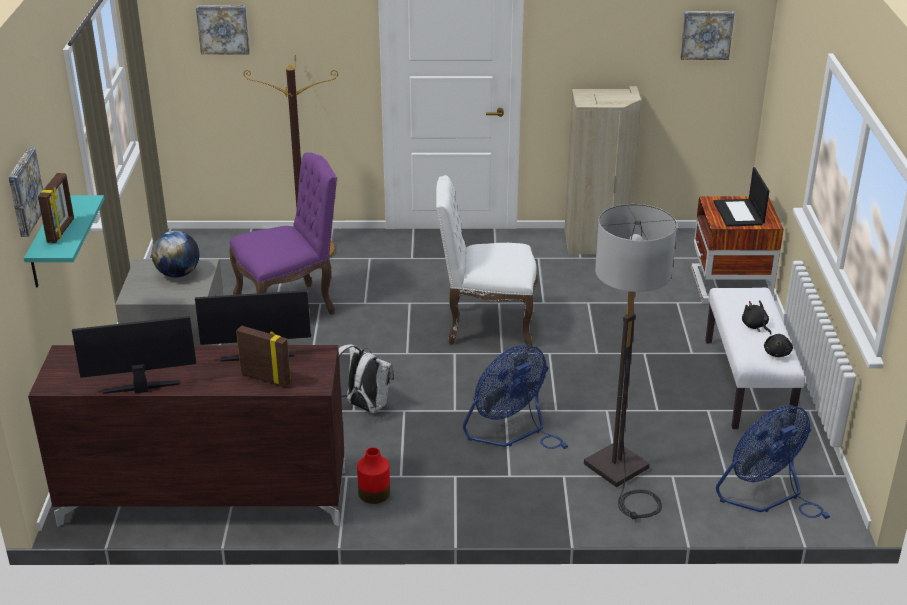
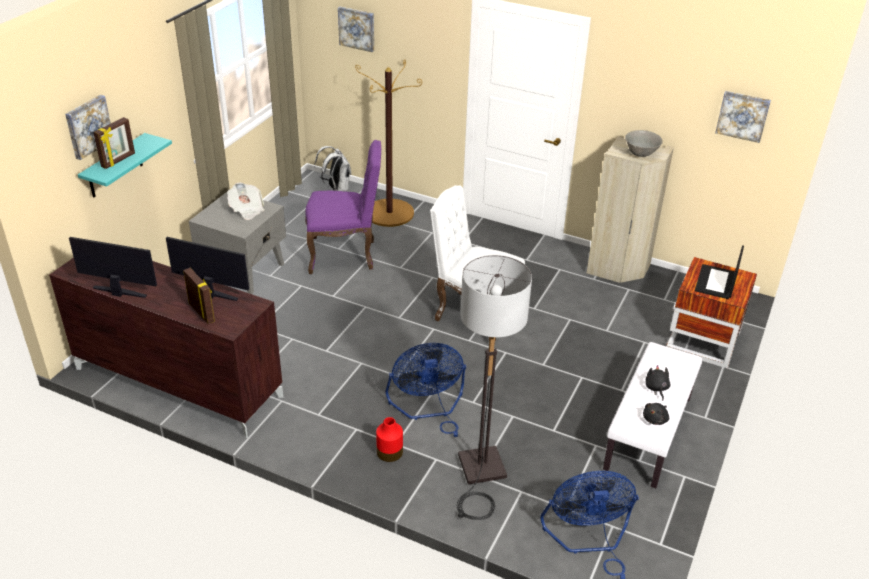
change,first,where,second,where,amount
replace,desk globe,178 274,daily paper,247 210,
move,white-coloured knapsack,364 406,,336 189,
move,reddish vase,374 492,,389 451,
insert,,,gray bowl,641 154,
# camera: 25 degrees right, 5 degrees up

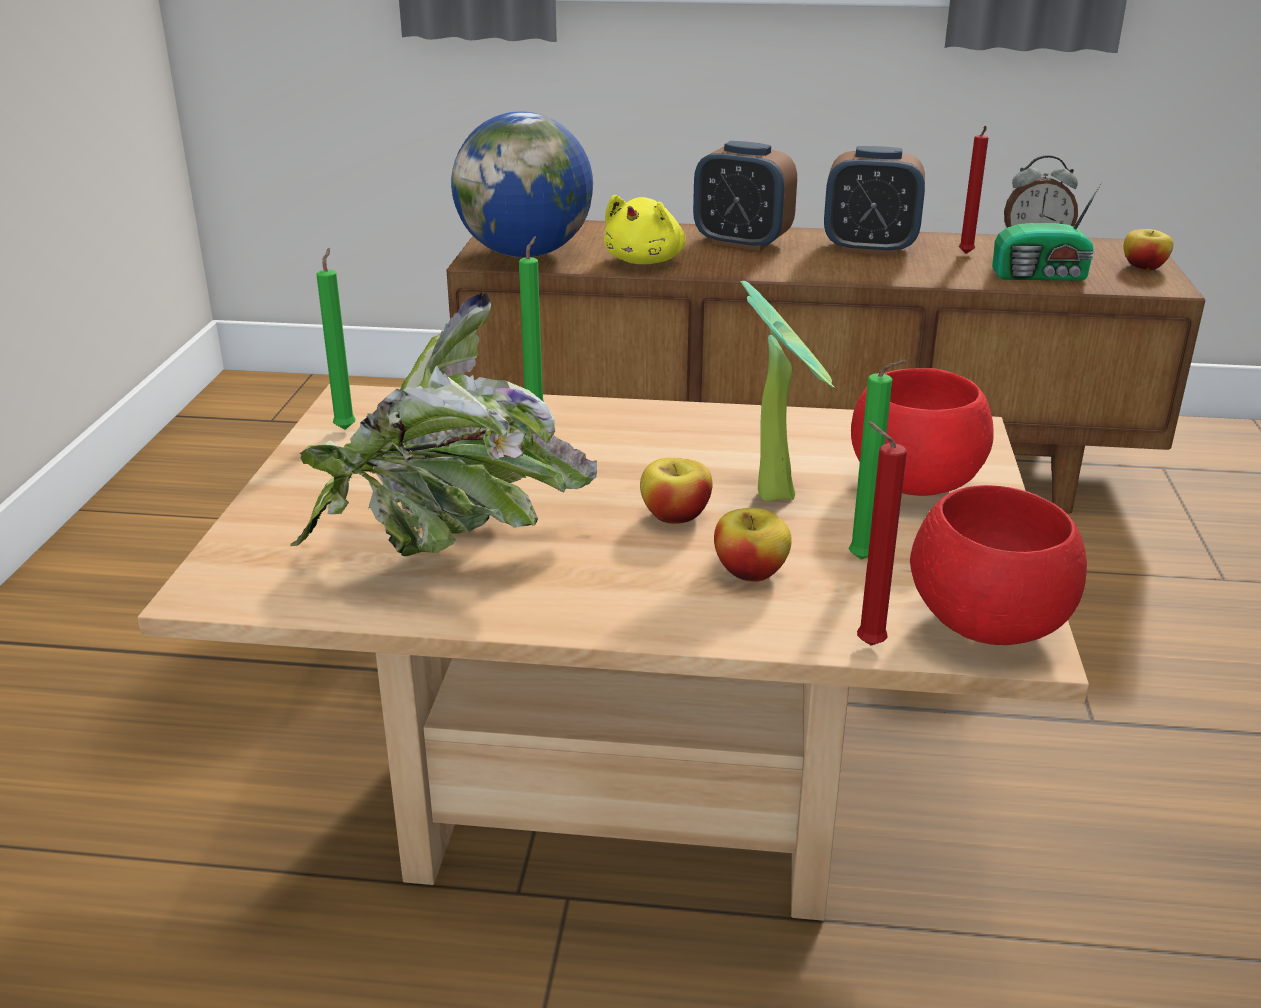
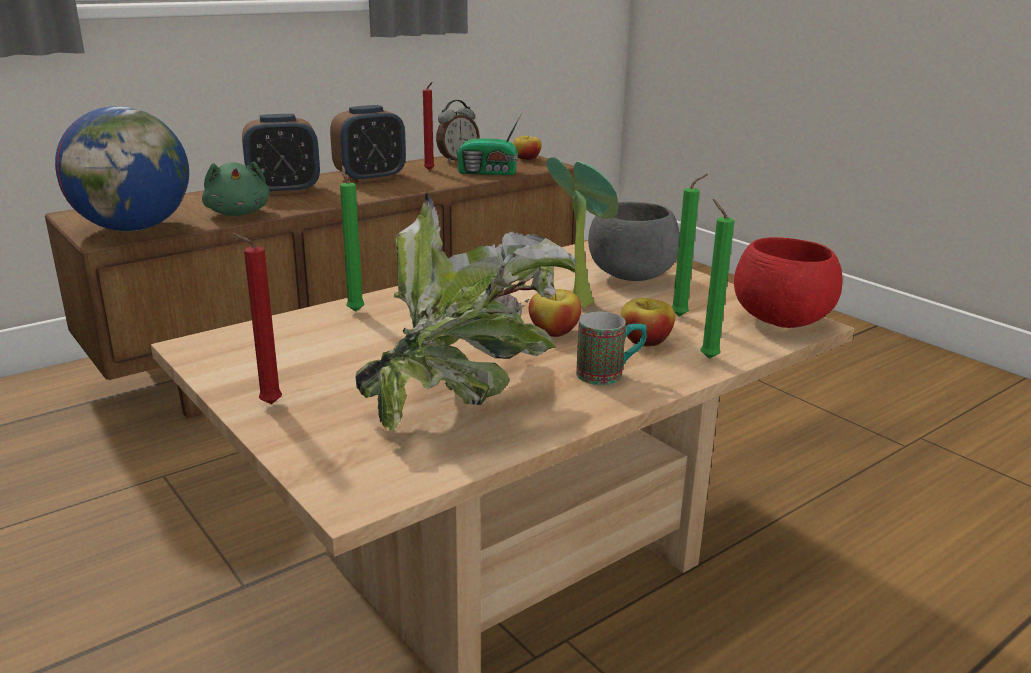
change,first,where,second,where,amount
move,green-coloured wax light,346 428,,706 357,
recolor,yellow cuddly toy,646 261,green-coloured cuddly toy,238 213,
recolor,reddish bowl,916 484,gray bowl,631 276,
move,reddish wax light,865 644,,267 405,
rotate,radio set,1042 276,,489 172,45 degrees clockwise
insert,,,mug,609 375,
# camera: 45 degrees left, 5 degrees down

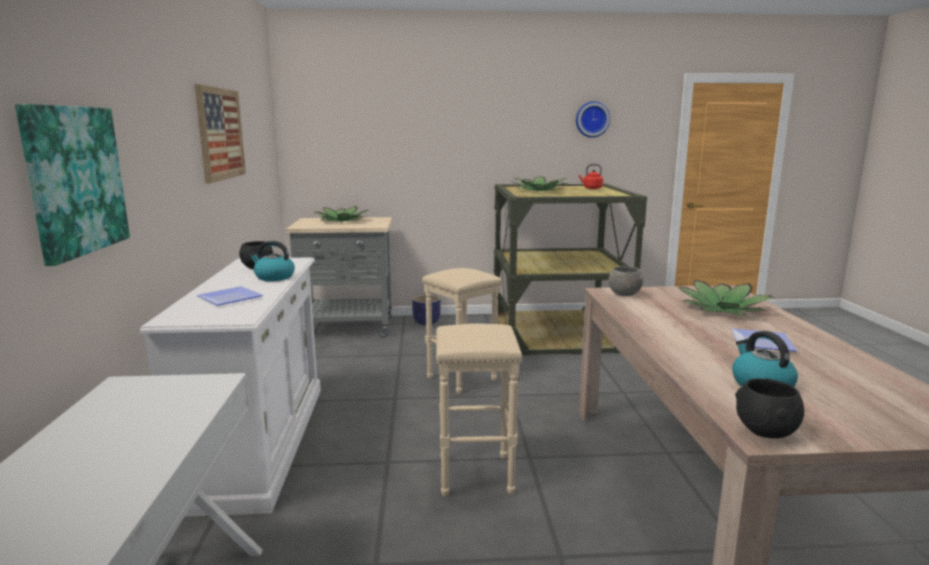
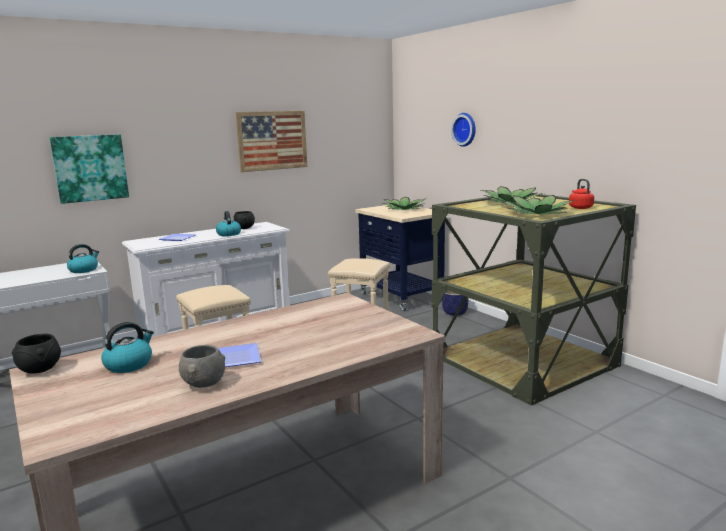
change,first,where,second,where,amount
recolor,gray trolley,347 328,blue trolley,401 298,
move,wall clock,592 119,,465 129,
move,gray bowl,625 295,,203 385,
move,plant in a pot,723 309,,537 214,
insert,,,tea kettle,84 270,
# camera: 60 degrees right, 0 degrees up

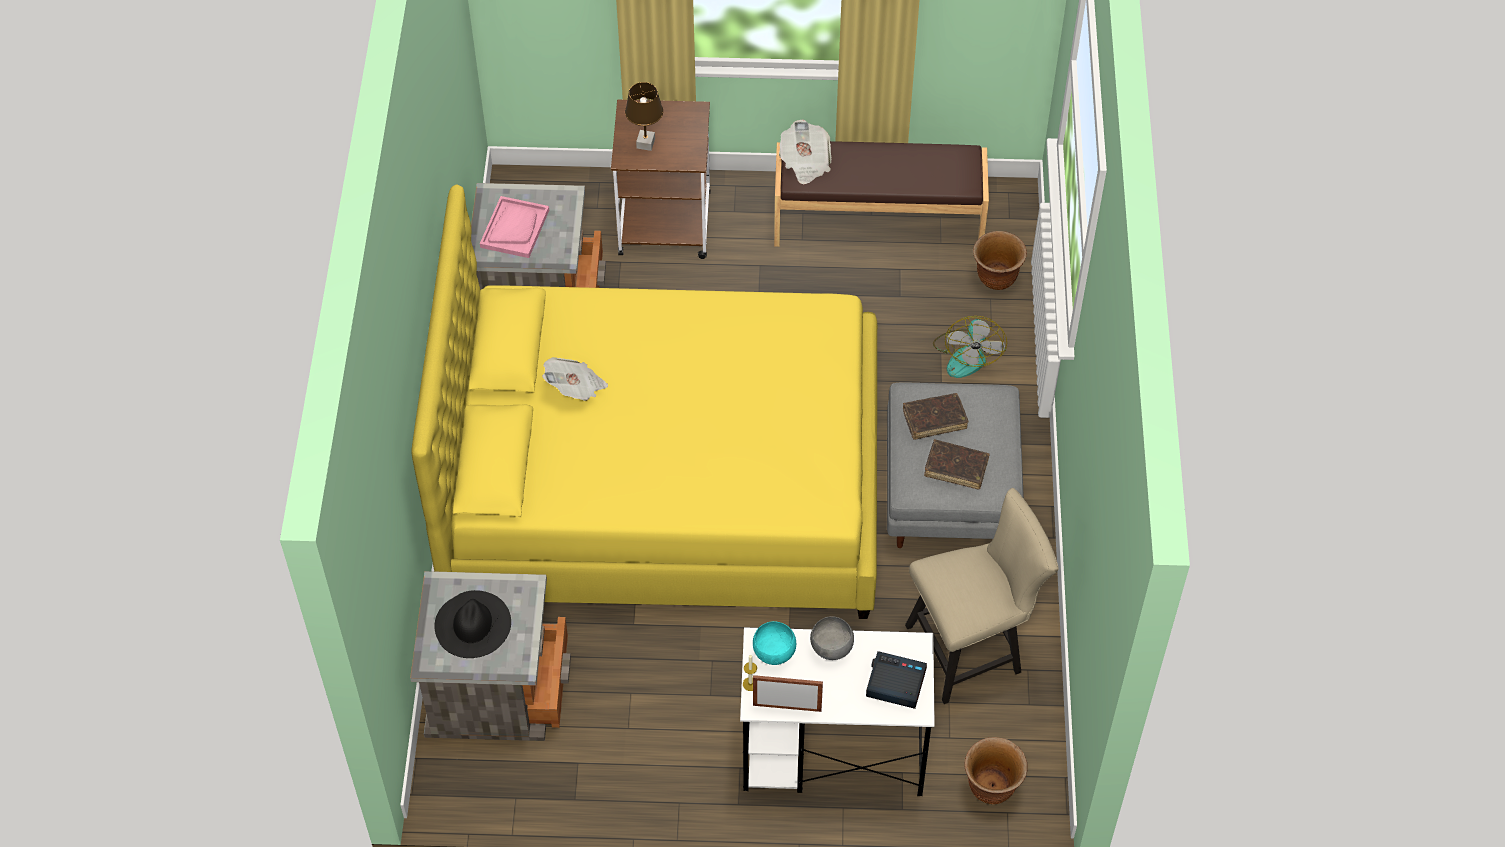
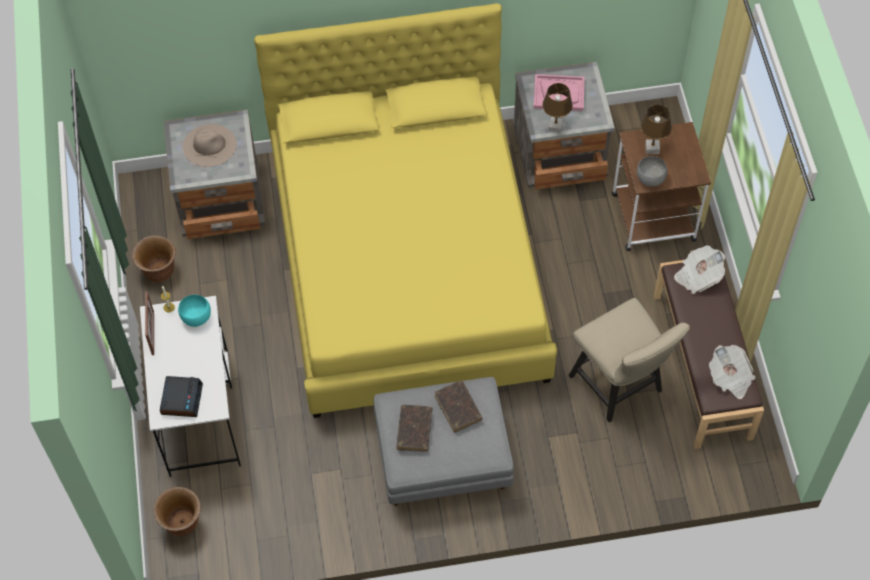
change,first,where,second,where,amount
recolor,black-coloured hat,472 624,beige hat,209 145,
move,daily paper,576 388,,730 378,
move,gray bowl,831 649,,649 179,
move,beige upright chair,972 648,,620 387,
delete,fan,967 354,,,
move,brownish plant pot,996 279,,159 271,
insert,,,brownish tabletop lamp,555 127,
# camera: 80 degrees right, 5 degrees up

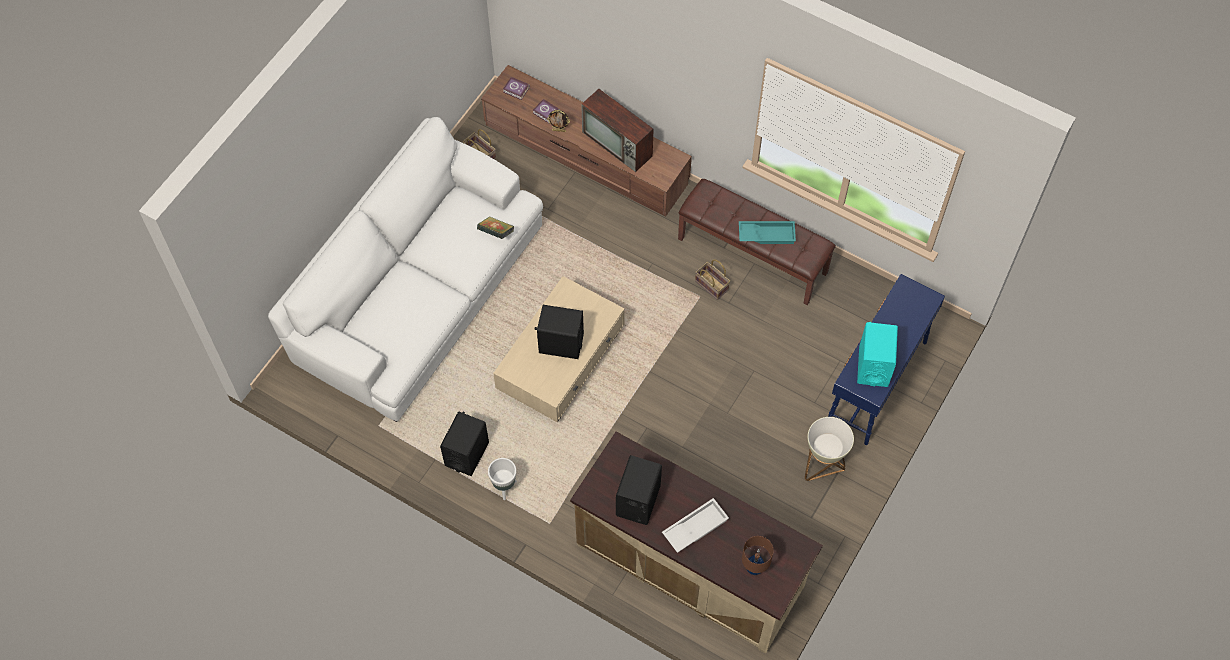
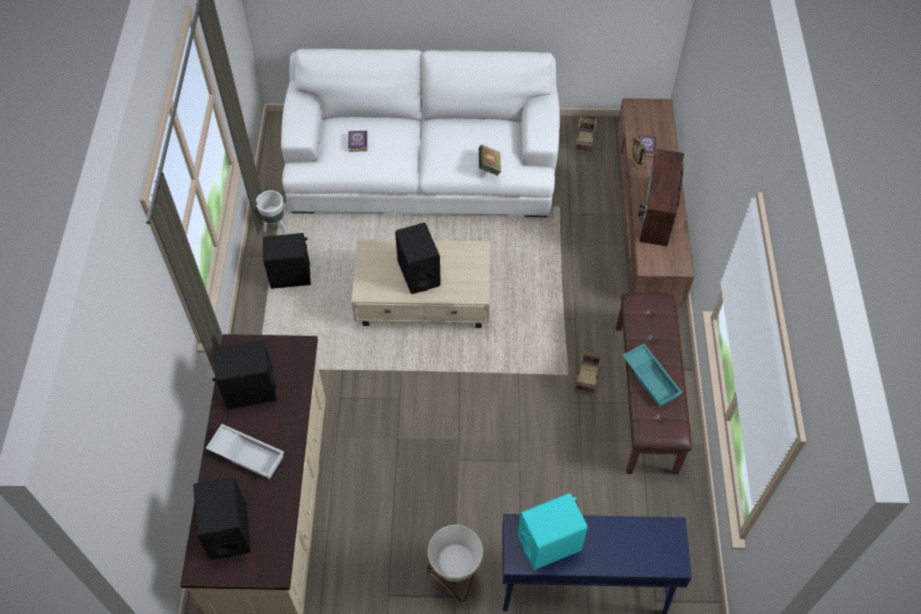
change,first,where,second,where,amount
move,white-coloured plant pot,504 487,,275 226,
move,book,516 90,,357 143,
replace,brownish tabletop lamp,754 567,black-coloured speaker,228 530,
# camera: 60 degrees right, 5 degrees down

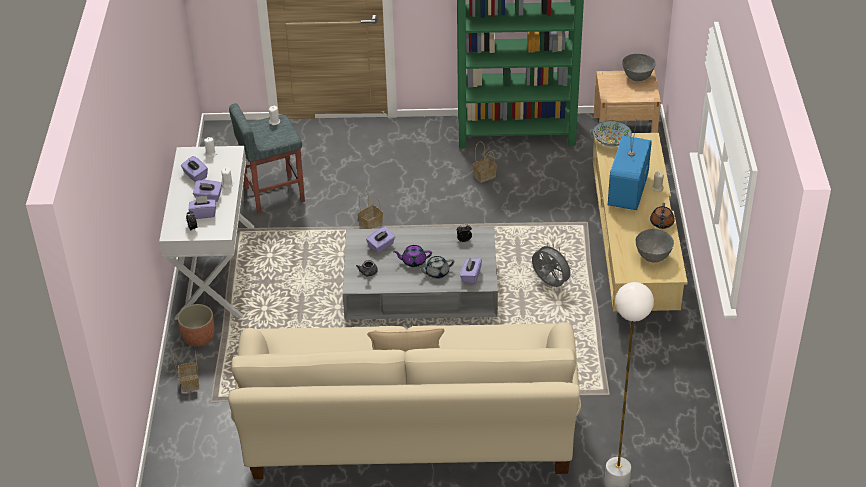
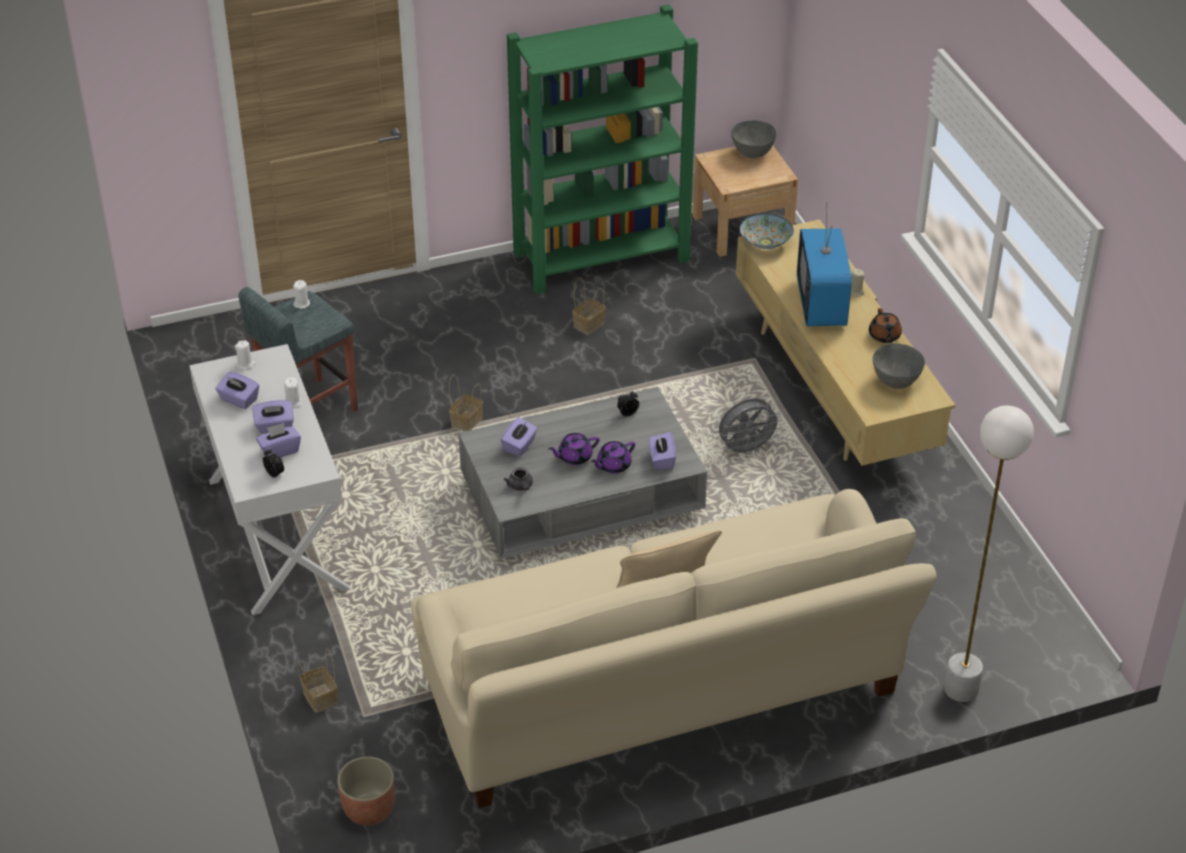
change,first,where,second,where,amount
move,plant pot,198 337,,368 809,
recolor,gray tea pot,436 273,purple-coloured tea pot,613 465,
rotate,gray fan,549 283,,746 449,135 degrees clockwise
# camera: 20 degrees left, 0 degrees up

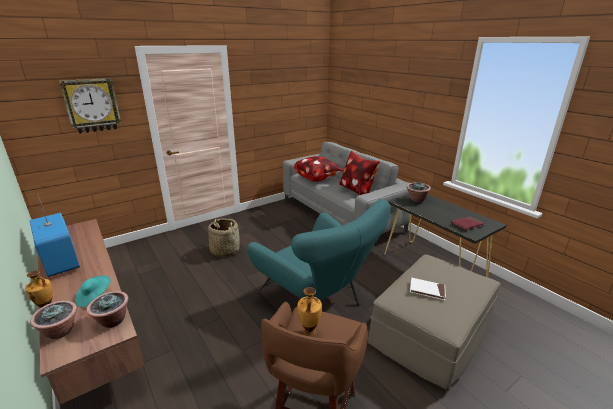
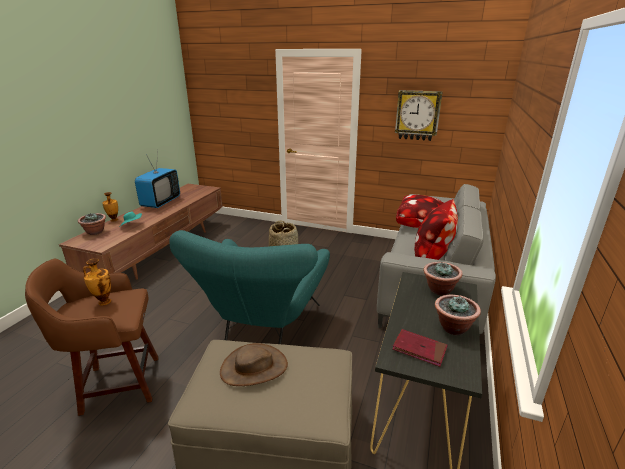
change,first,where,second,where,amount
move,wall clock,92 105,,417 115,
move,plant in a pot,112 320,,453 327,
replace,white-coloured book,427 290,brownish hat,254 368,
# camera: 55 degrees right, 0 degrees up

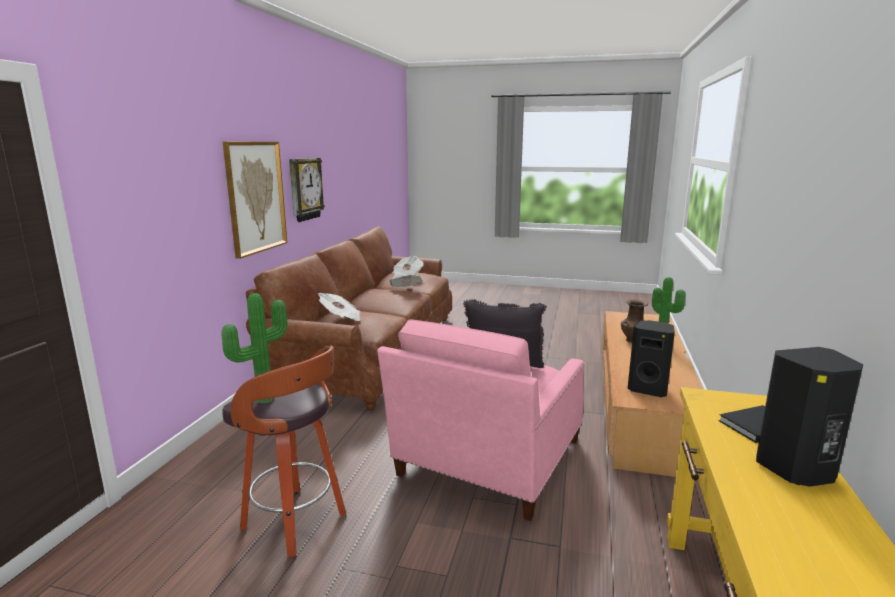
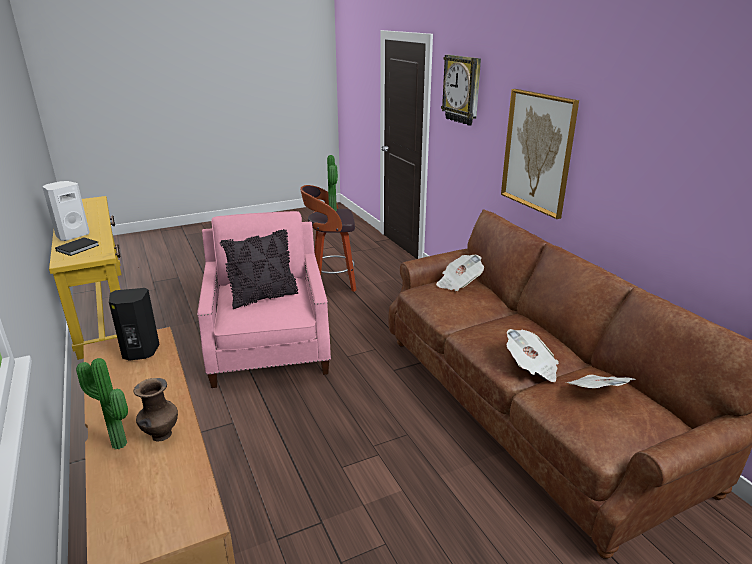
change,first,where,second,where,amount
move,wall clock,304 189,,462 89,
recolor,black-coloured speaker,797 471,white-coloured speaker,72 235,
# camera: 140 degrees right, 10 degrees up

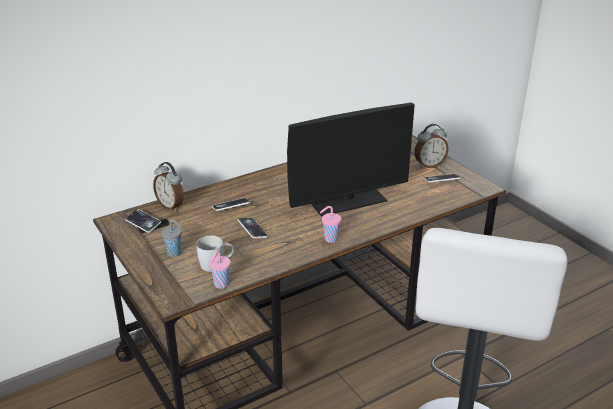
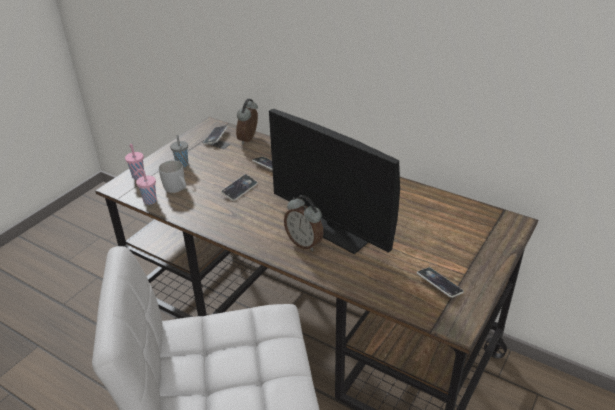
change,first,where,second,where,amount
move,pinkish drinking cup,330 239,,138 176,
move,table clock,429 165,,304 243,
# camera: 65 degrees right, 5 degrees up

